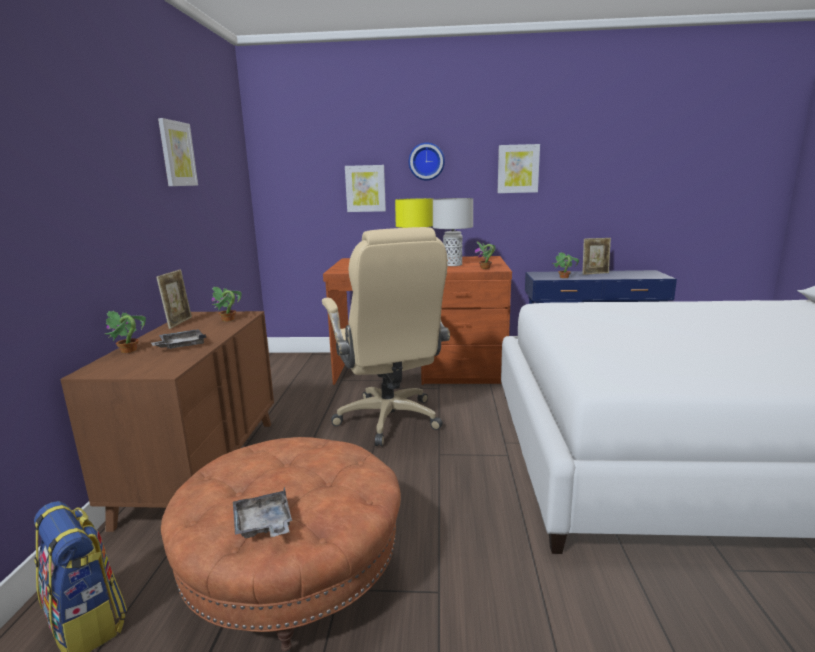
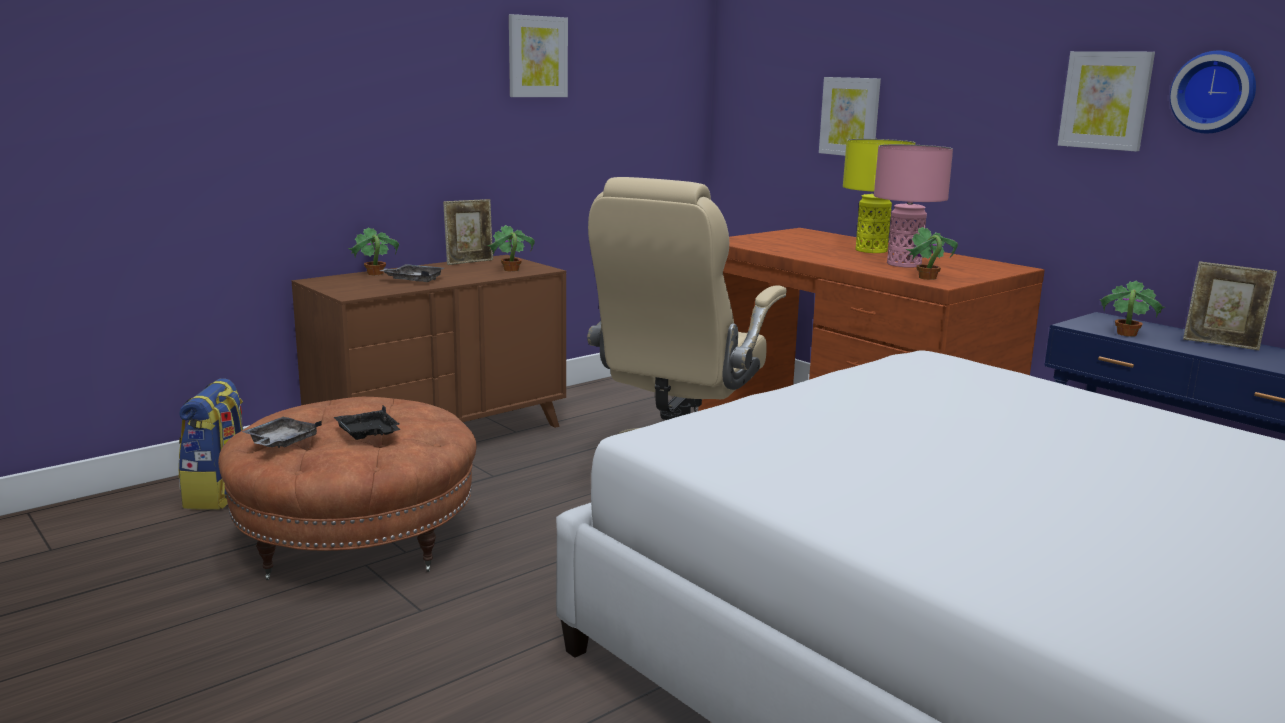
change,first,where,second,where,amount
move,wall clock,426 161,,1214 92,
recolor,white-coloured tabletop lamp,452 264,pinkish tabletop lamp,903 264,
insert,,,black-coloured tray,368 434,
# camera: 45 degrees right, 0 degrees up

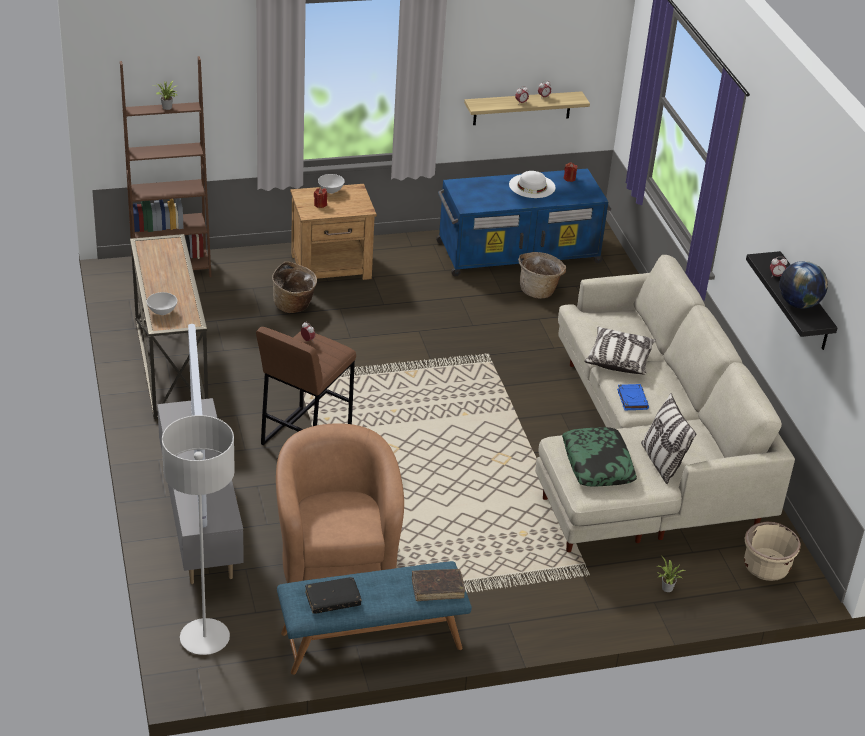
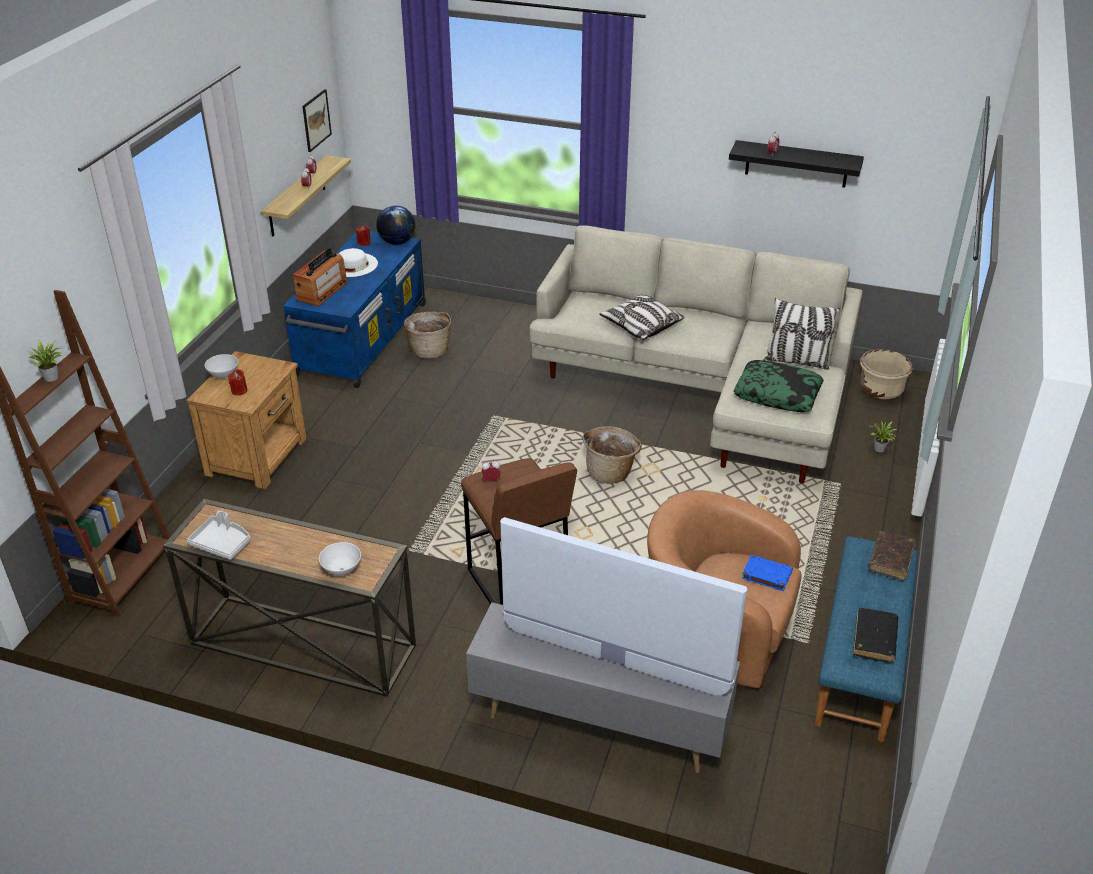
change,first,where,second,where,amount
delete,gray standing lamp,204 638,,,
move,basket,294 305,,611 472,
move,blue book,632 399,,766 575,
move,desk globe,798 304,,397 242,
insert,,,gray tray,222 543,
insert,,,radio set,322 291,
insert,,,picture,316 120,
# camera: 55 degrees left, 0 degrees up

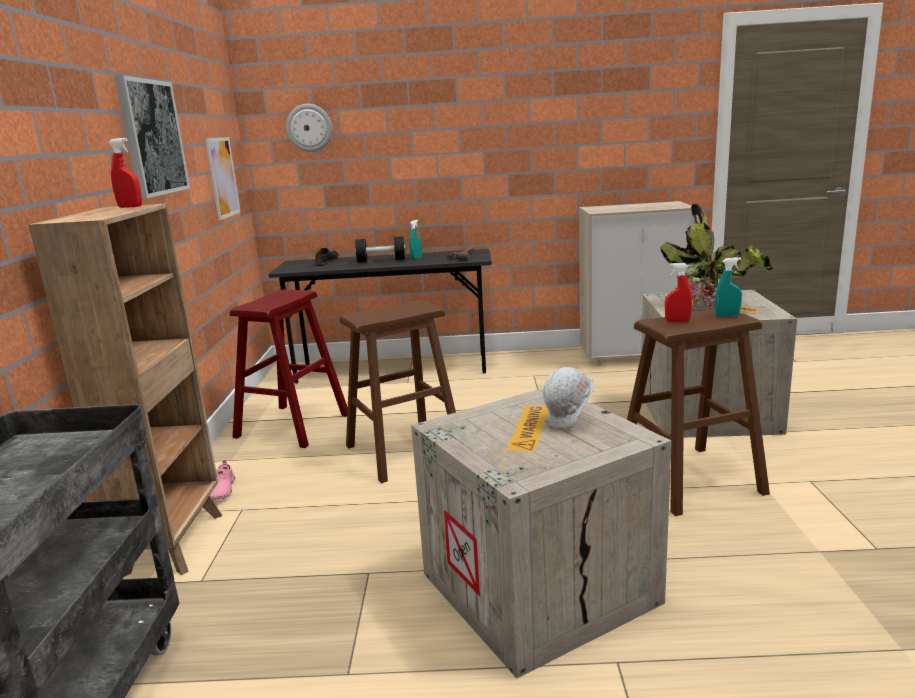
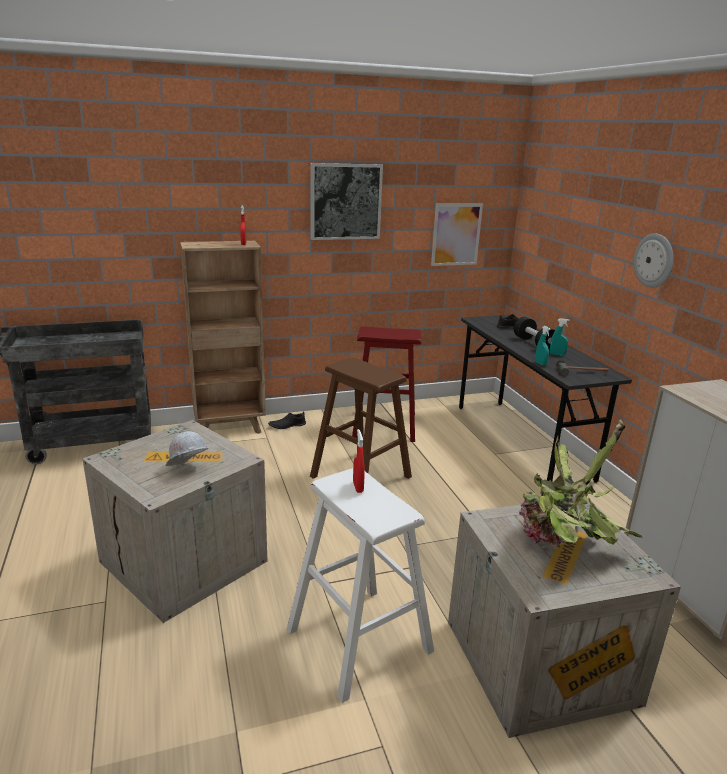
change,first,where,second,where,amount
recolor,pinkish shoe,221 491,black-coloured shoe,287 425,
move,wall clock,309 128,,654 260,
recolor,brownish sitting stool,689 479,white-coloured sitting stool,359 640,
move,turquoise-coloured hand sprayer,727 316,,540 363,
# camera: 70 degrees right, 5 degrees up

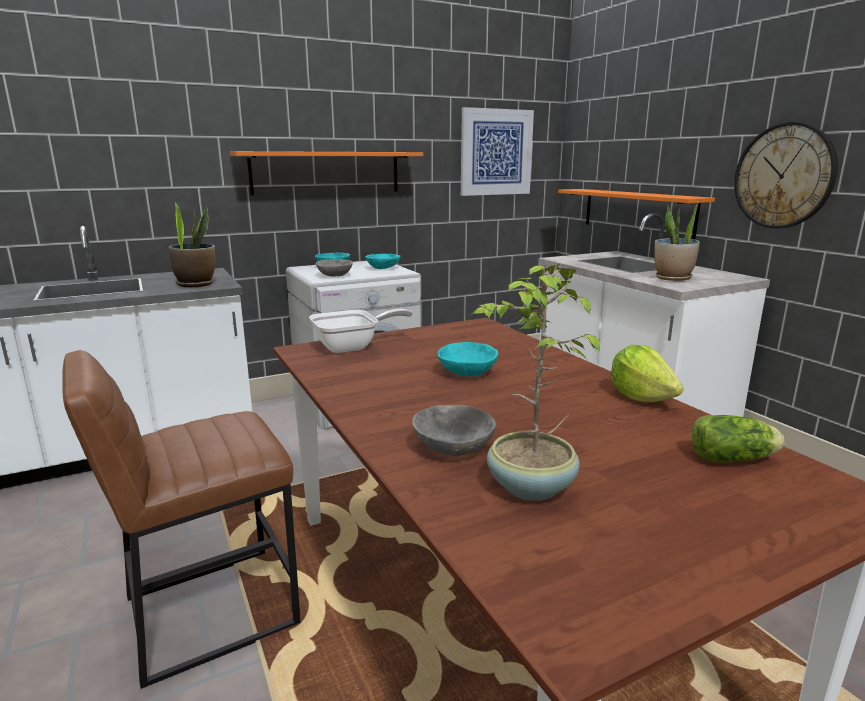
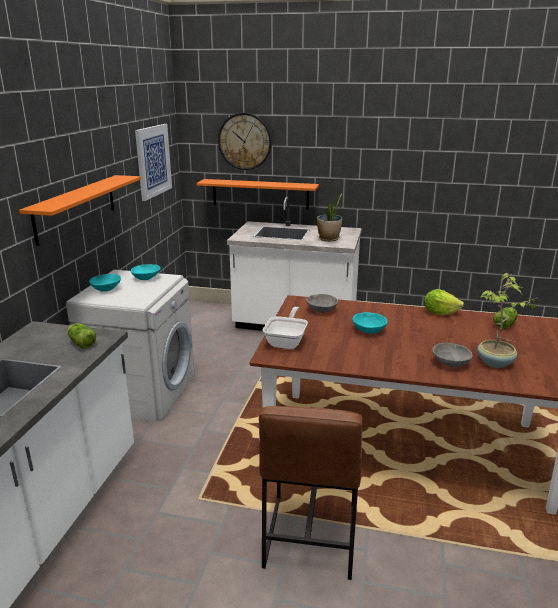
change,first,where,second,where,amount
replace,plant in a pot,196 284,head of lettuce,81 343,
move,gray bowl,334 275,,321 310,
move,wall clock,783 176,,245 141,
# camera: 50 degrees left, 5 degrees up

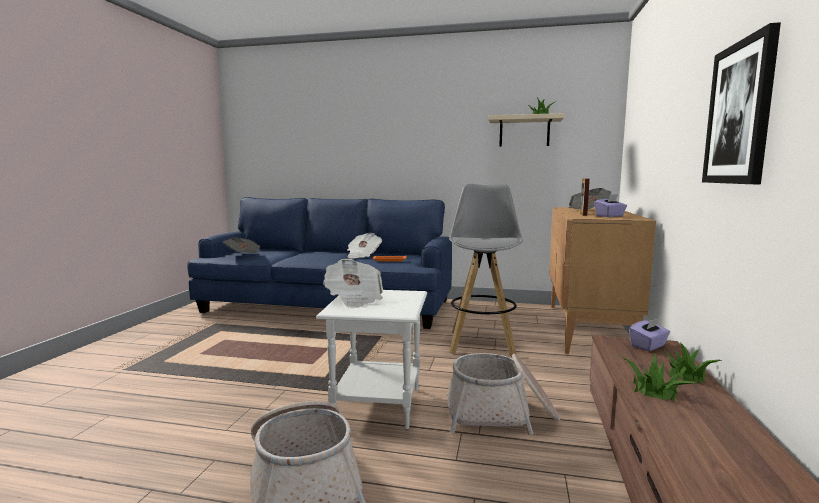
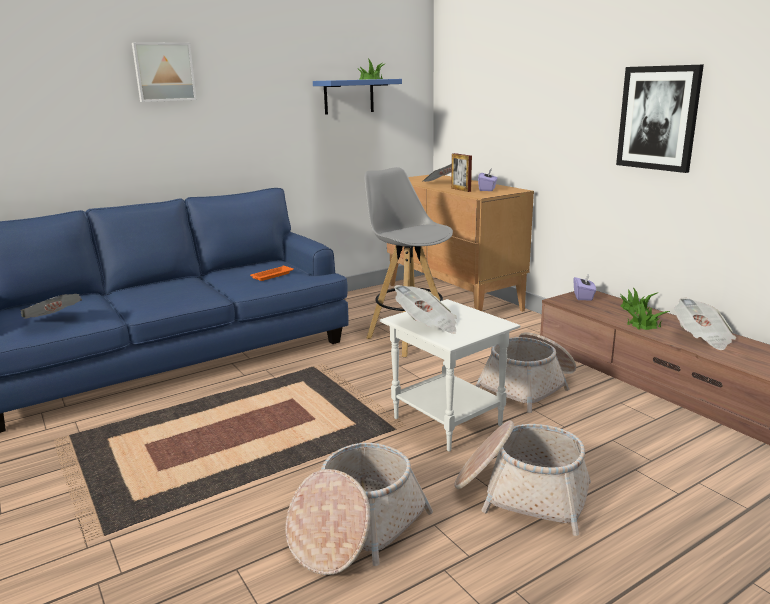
change,first,where,second,where,amount
move,daily paper,363 255,,702 338,
recolor,beige wall shelf,524 132,blue wall shelf,349 96,
insert,,,picture,164 72,
insert,,,basket,356 529,
# camera: 45 degrees left, 10 degrees up

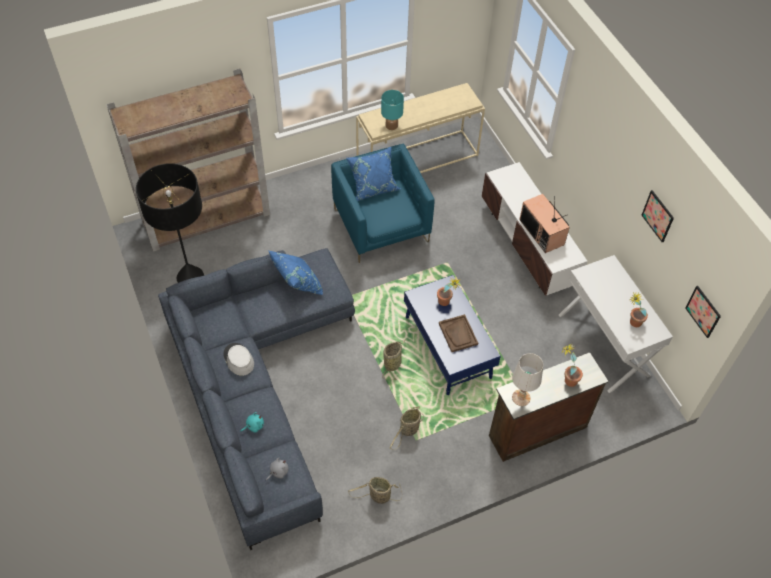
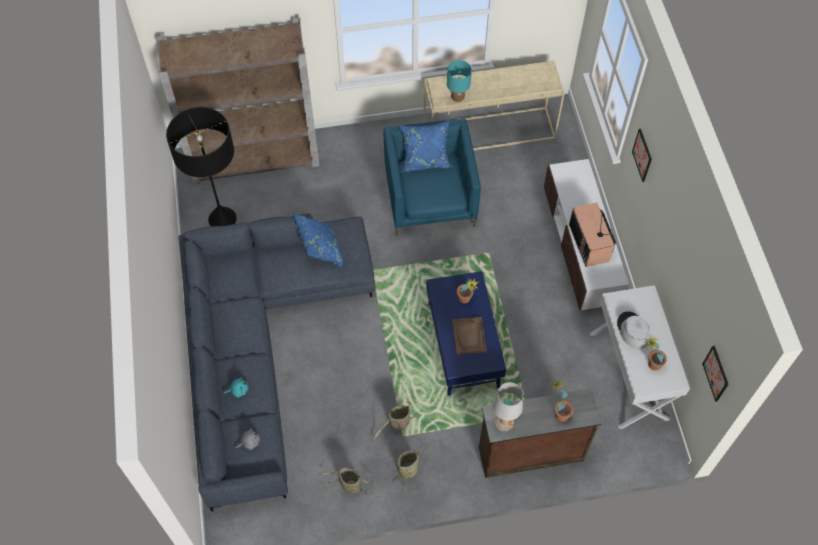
change,first,where,second,where,amount
move,gray hat,238 359,,632 330,
move,basket,393 363,,409 469,
move,picture,658 216,,642 155,
# camera: 15 degrees right, 5 degrees up

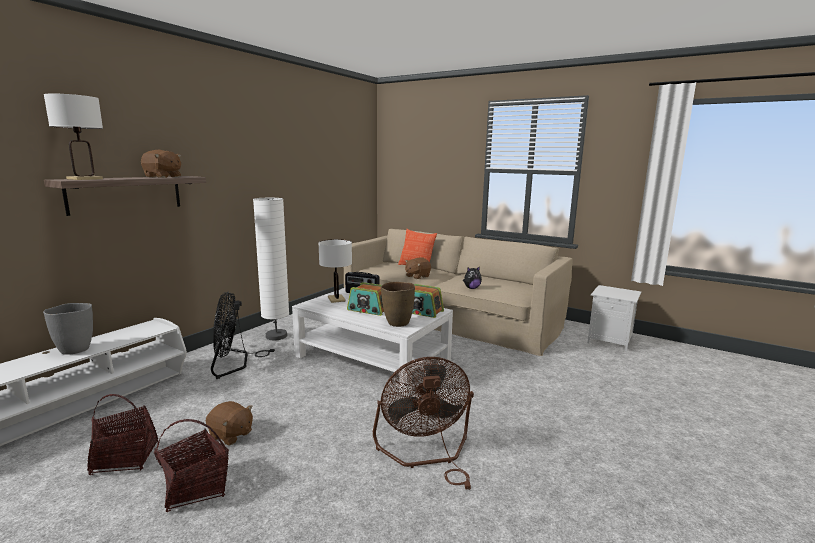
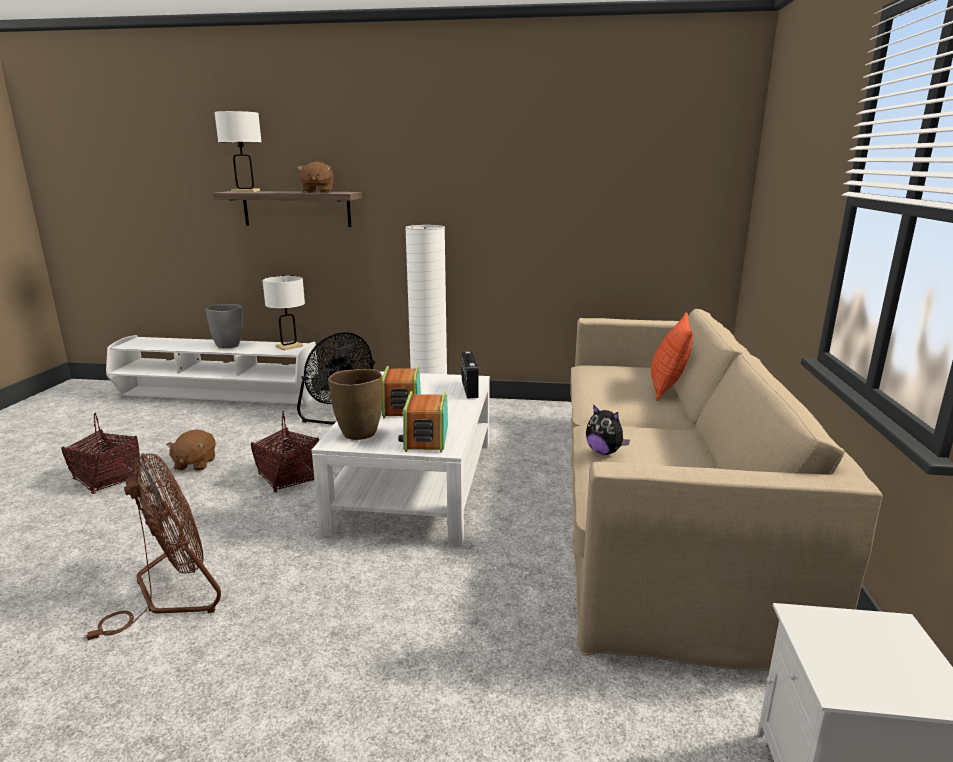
change,first,where,second,where,amount
move,basket,125 458,,289 478,
move,white-coloured tabletop lamp,336 299,,289 346,
delete,brownish cuddly toy,417 276,,,
# camera: 65 degrees right, 5 degrees up

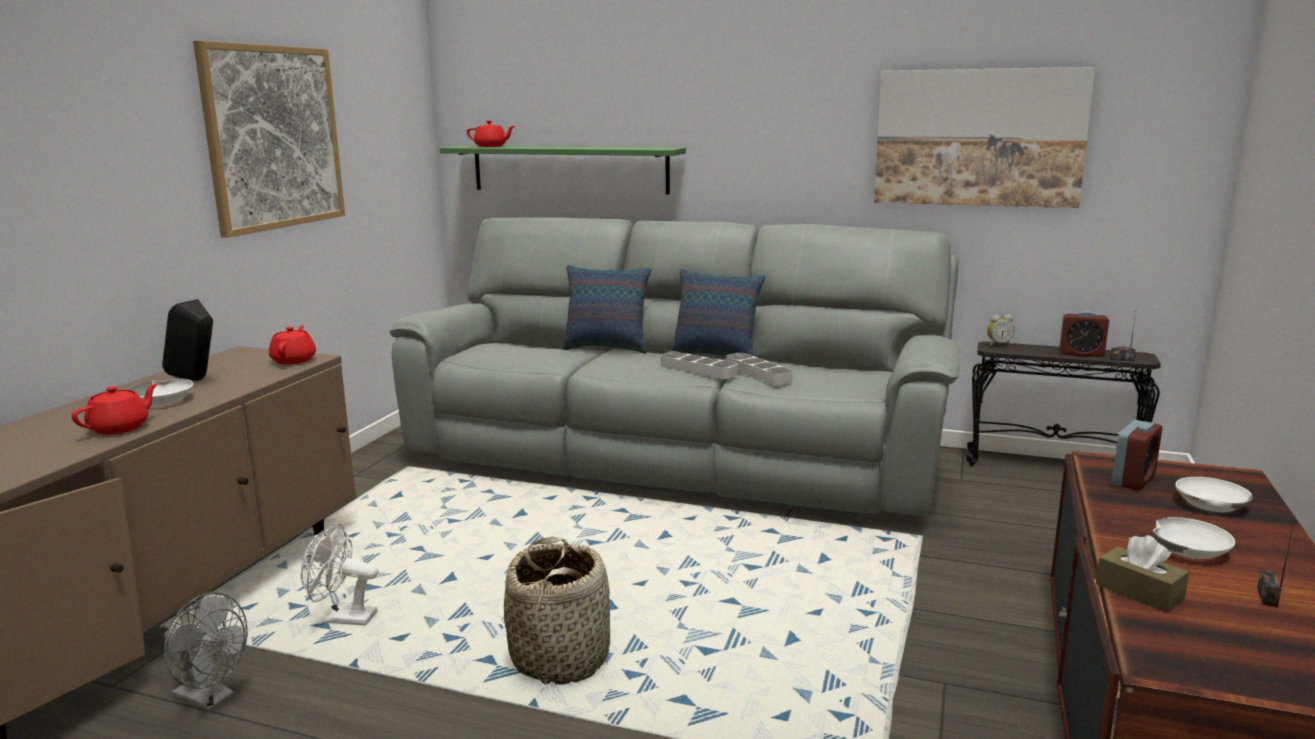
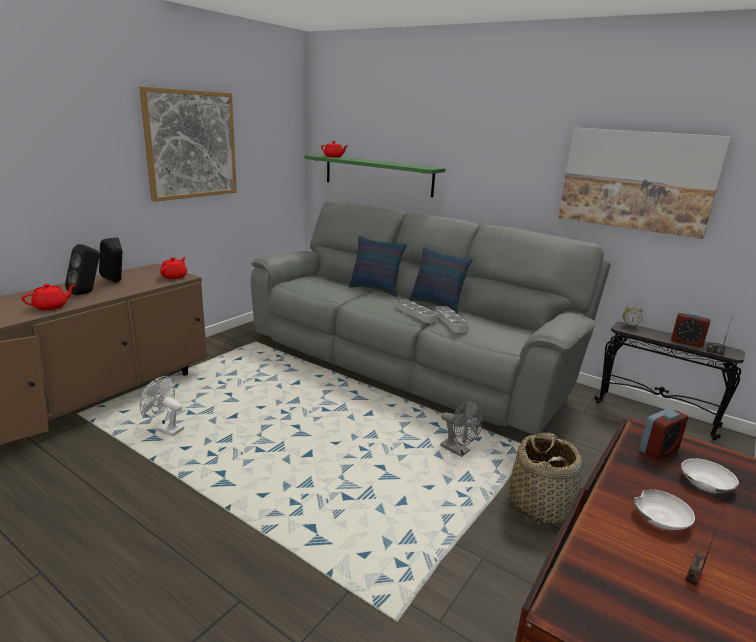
change,first,where,second,where,amount
replace,white-coloured bowl,163 401,black-coloured speaker,87 292,
move,gray fan,211 699,,459 451,
move,basket,561 657,,540 504,
delete,brownish box of tissues,1139 592,,,
# camera: 15 degrees right, 5 degrees up

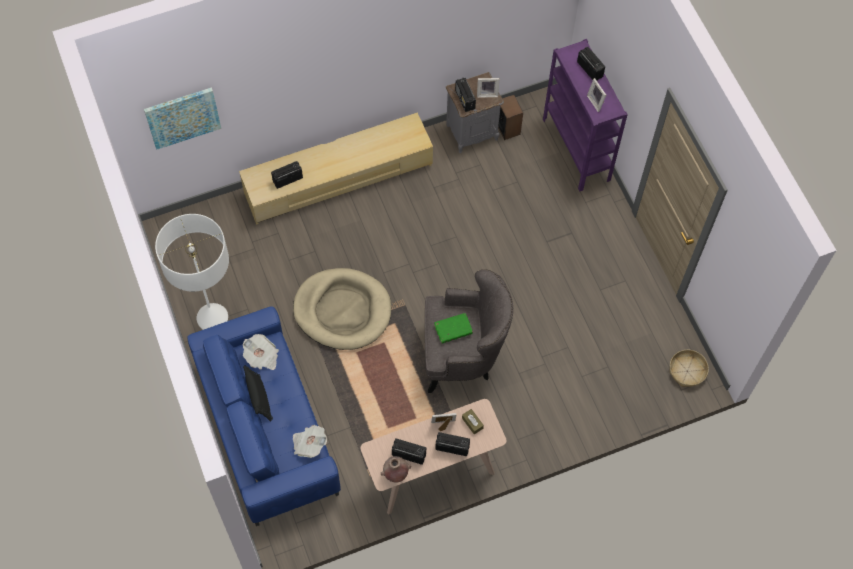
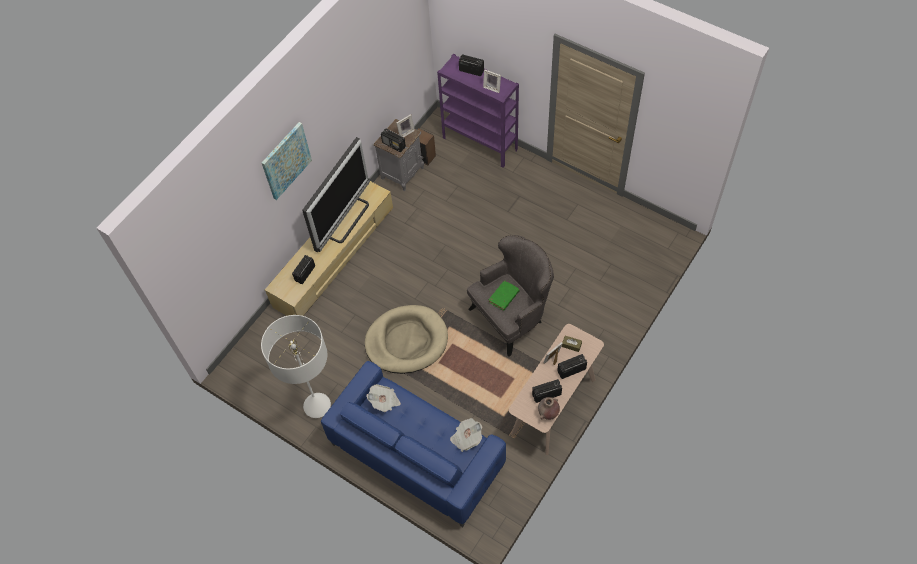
change,first,where,second,where,amount
move,picture,182 117,,286 160,
delete,black-coloured throw pillow,259 399,,,
delete,basket,687 371,,,
insert,,,TV,346 219,
# camera: 30 degrees left, 5 degrees down

